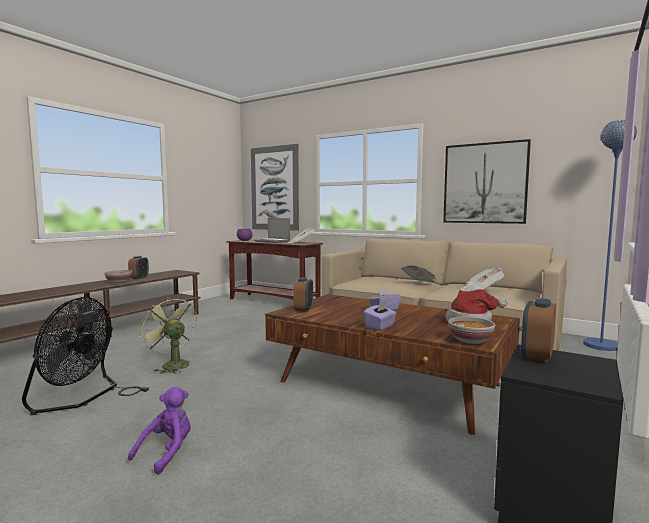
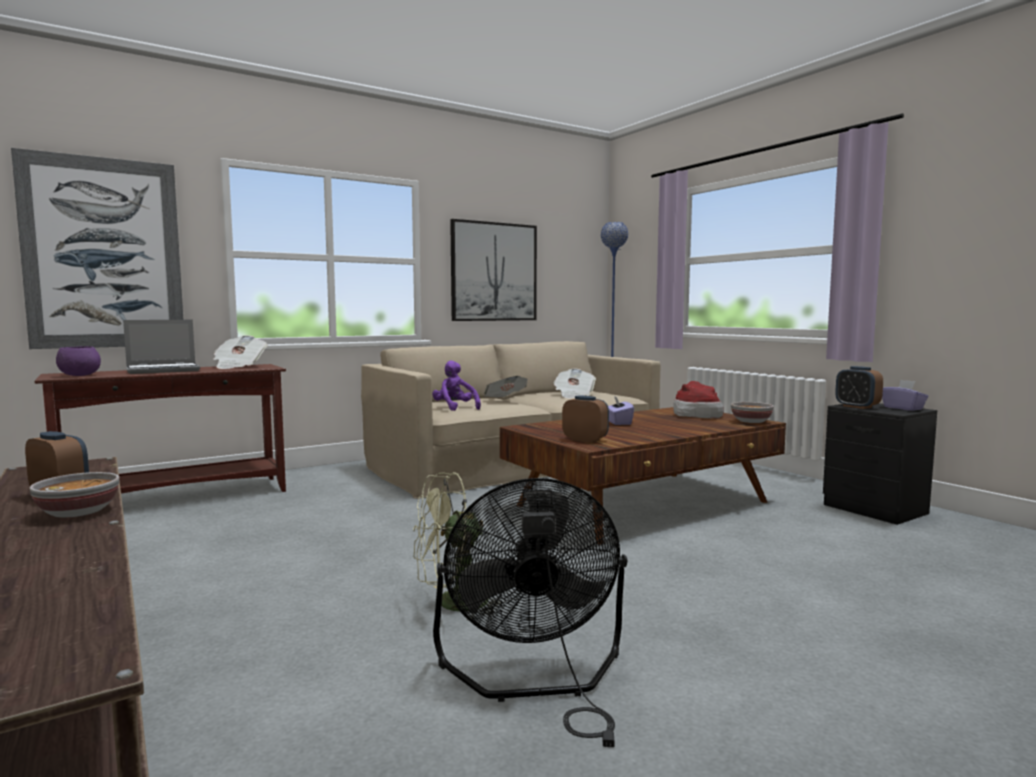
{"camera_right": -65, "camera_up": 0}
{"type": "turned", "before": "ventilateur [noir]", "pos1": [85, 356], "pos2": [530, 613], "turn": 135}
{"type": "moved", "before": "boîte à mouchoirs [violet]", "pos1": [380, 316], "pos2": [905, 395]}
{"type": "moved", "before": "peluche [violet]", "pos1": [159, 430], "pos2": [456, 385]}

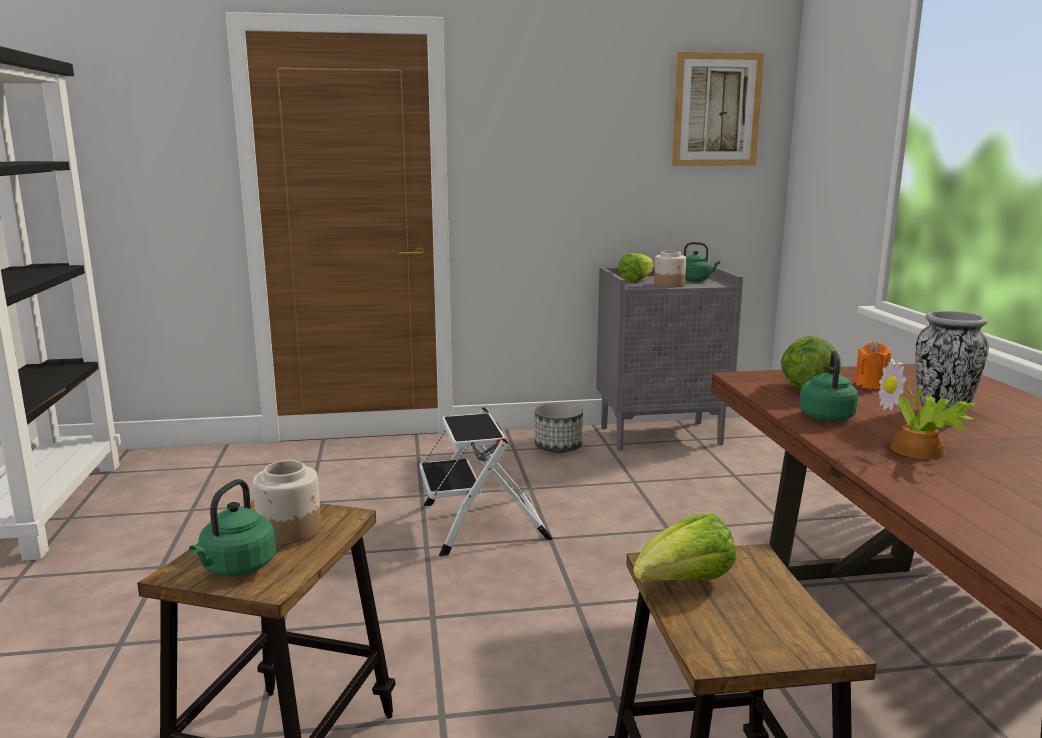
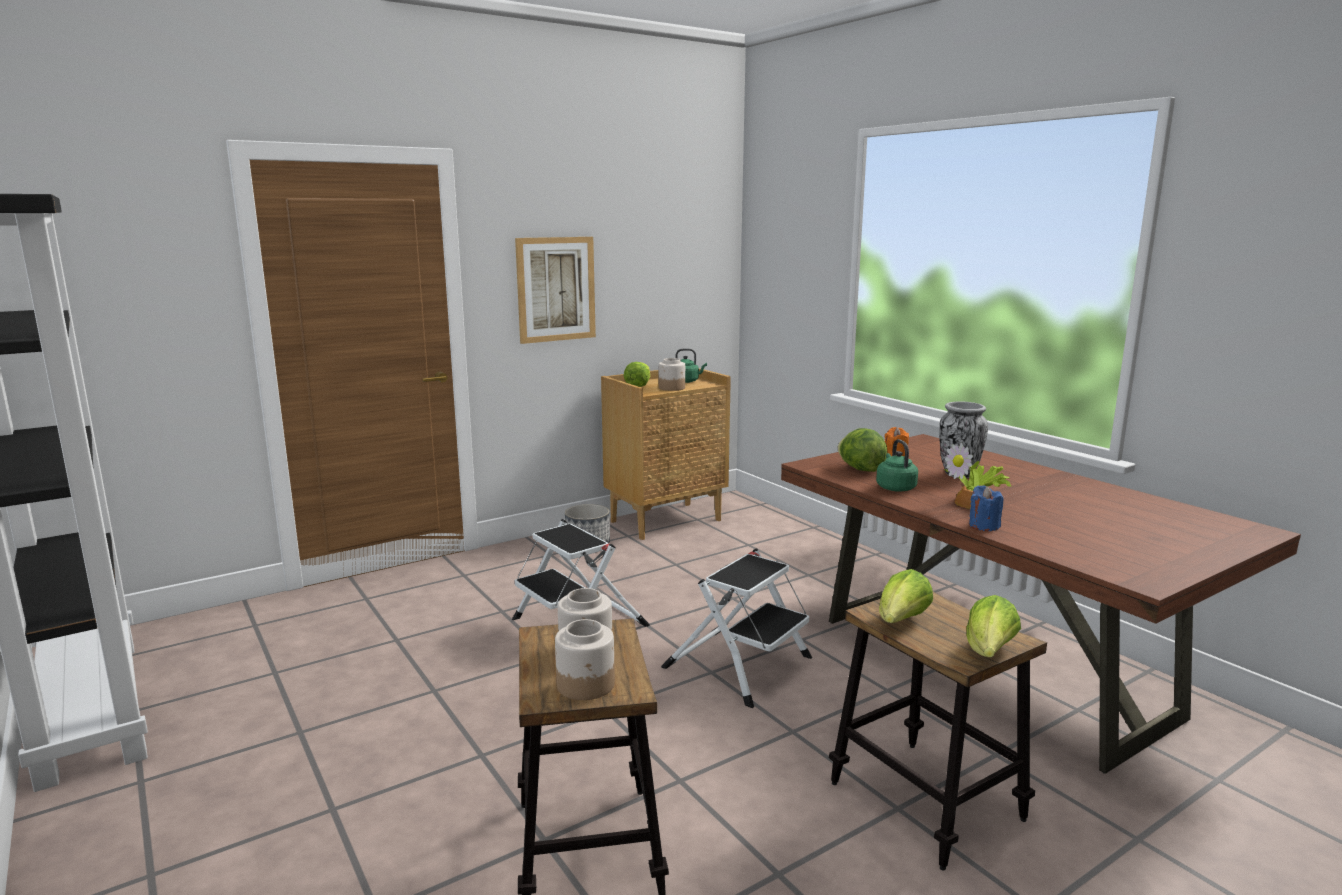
{"camera_right": -25, "camera_up": 0}
{"type": "moved", "before": "tableau", "pos1": [718, 109], "pos2": [555, 290]}
{"type": "recoloured", "before": "meuble de rangement [gris]", "after": "meuble de rangement [marron]", "pos1": [669, 358], "pos2": [666, 454]}
{"type": "replaced", "before": "bouilloire [vert]", "after": "bocal", "pos1": [232, 528], "pos2": [585, 659]}
{"type": "added", "after": "bougie [bleu]", "pos2": [986, 508]}
{"type": "added", "after": "escabeau", "pos2": [736, 628]}
{"type": "added", "after": "laitue", "pos2": [993, 626]}

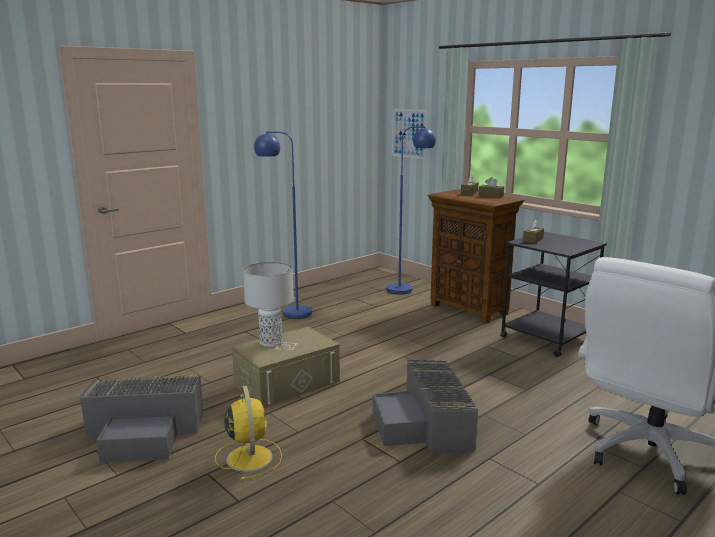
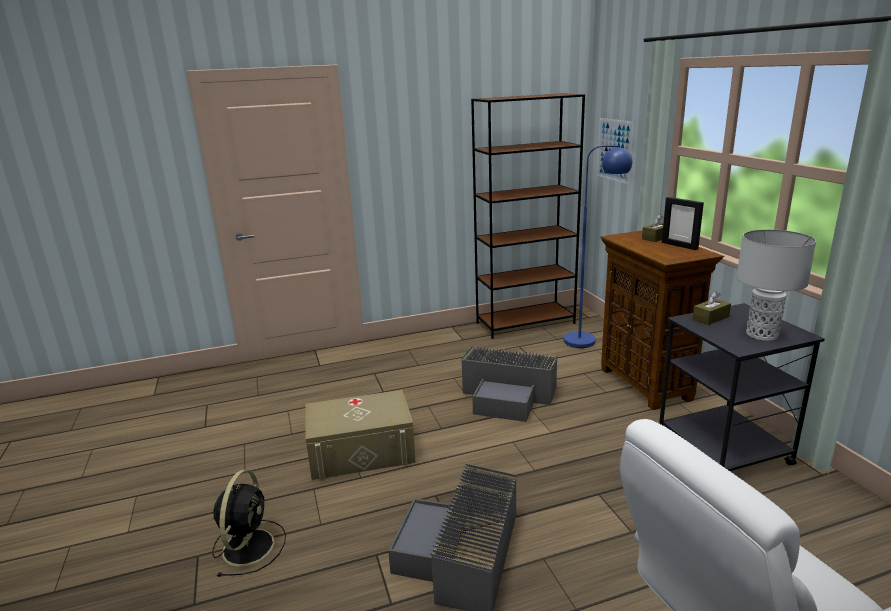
{"camera_right": 25, "camera_up": 5}
{"type": "removed", "before": "lampadaire [bleu]", "pos1": [283, 225]}
{"type": "replaced", "before": "boîte à mouchoirs [marron]", "after": "cadre photo", "pos1": [491, 187], "pos2": [683, 223]}
{"type": "moved", "before": "lampe de table [blanc]", "pos1": [268, 304], "pos2": [776, 285]}
{"type": "moved", "before": "boîte de rangement [gris]", "pos1": [141, 419], "pos2": [509, 384]}
{"type": "recoloured", "before": "ventilateur [jaune]", "after": "ventilateur [noir]", "pos1": [248, 433], "pos2": [249, 523]}
{"type": "added", "after": "bibliothèque [marron]", "pos2": [528, 216]}

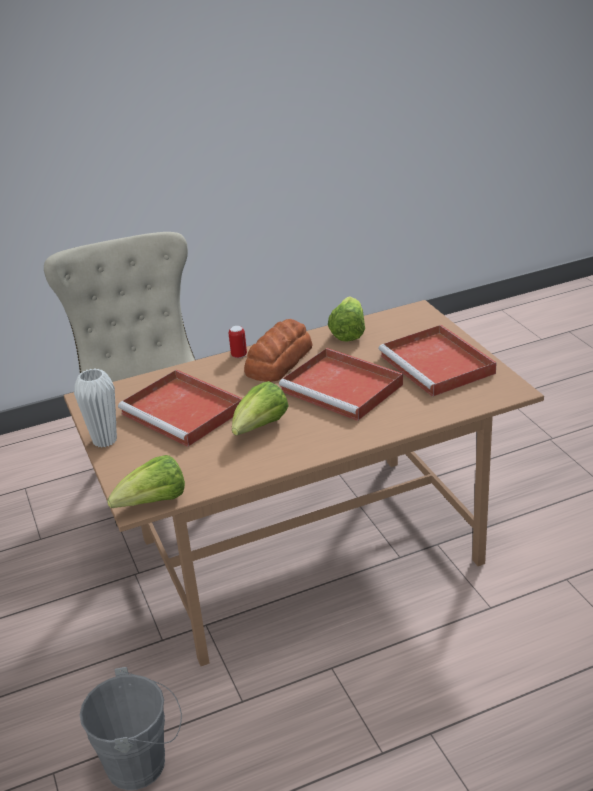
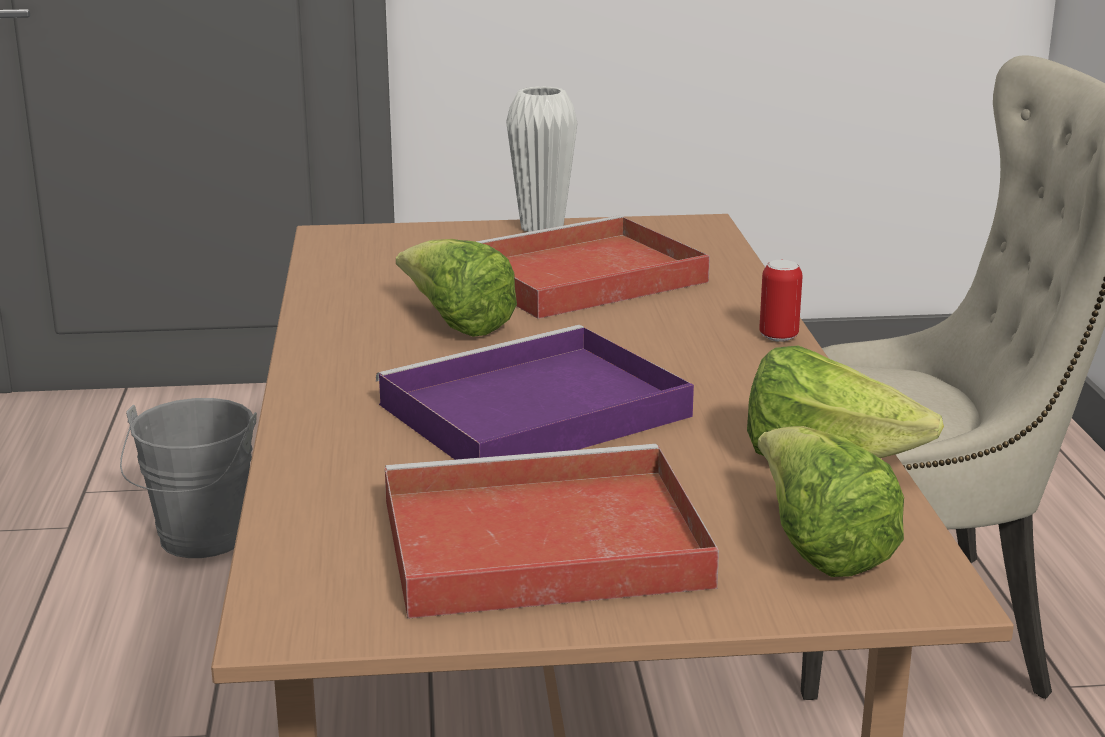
{"camera_right": 105, "camera_up": -10}
{"type": "removed", "before": "pain", "pos1": [278, 350]}
{"type": "recoloured", "before": "plateau [rouge]", "after": "plateau [violet]", "pos1": [341, 384], "pos2": [535, 392]}
{"type": "moved", "before": "laitue", "pos1": [146, 481], "pos2": [831, 501]}

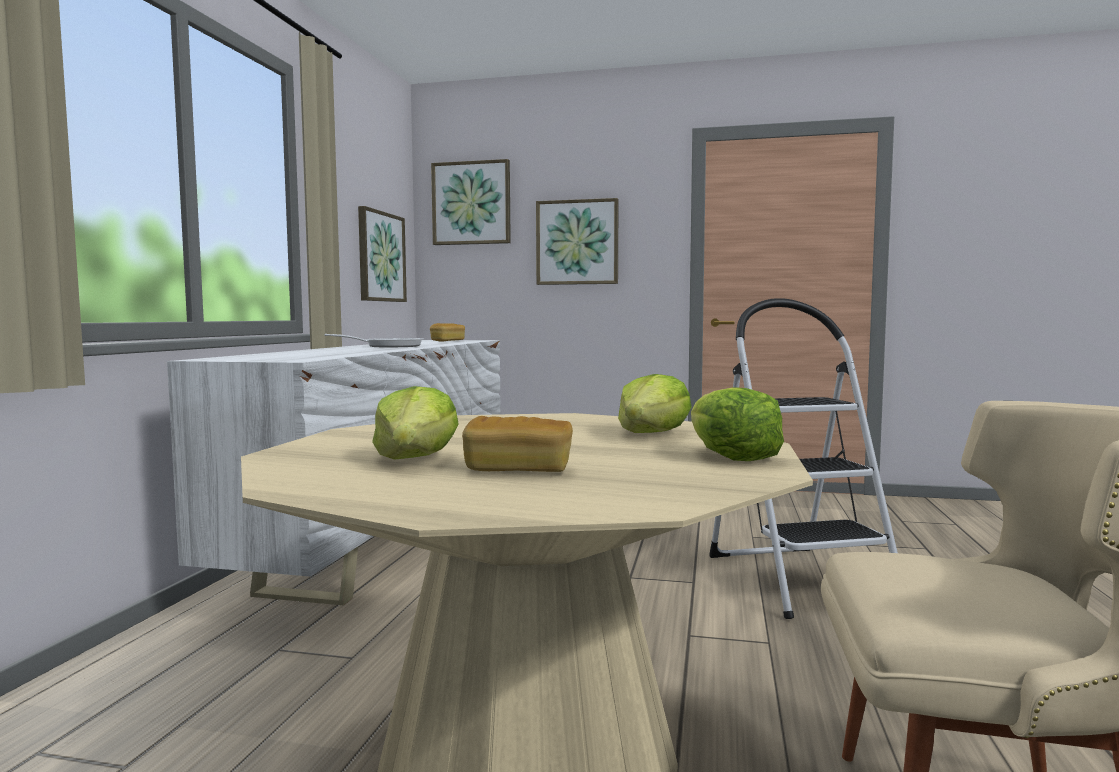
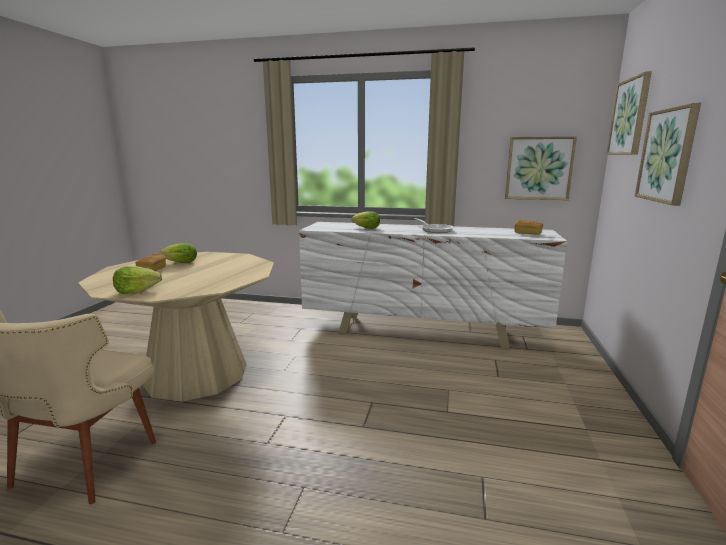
{"camera_right": 90, "camera_up": 10}
{"type": "removed", "before": "escabeau", "pos1": [803, 458]}
{"type": "moved", "before": "laitue", "pos1": [655, 403], "pos2": [365, 220]}

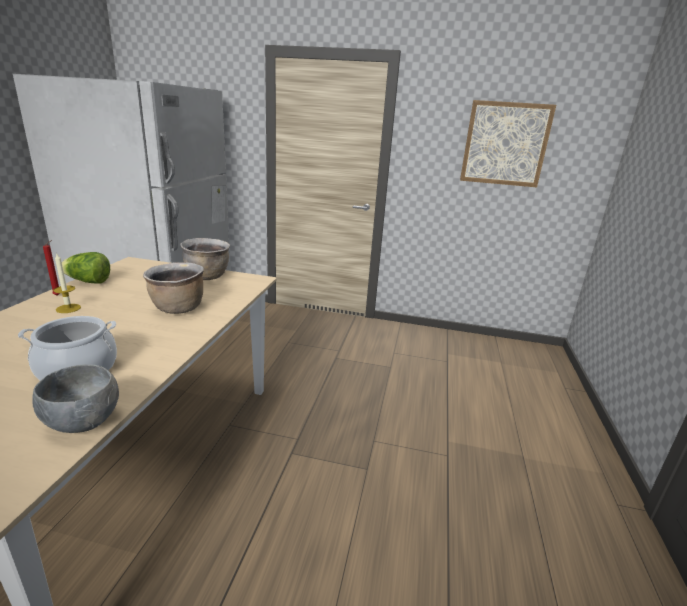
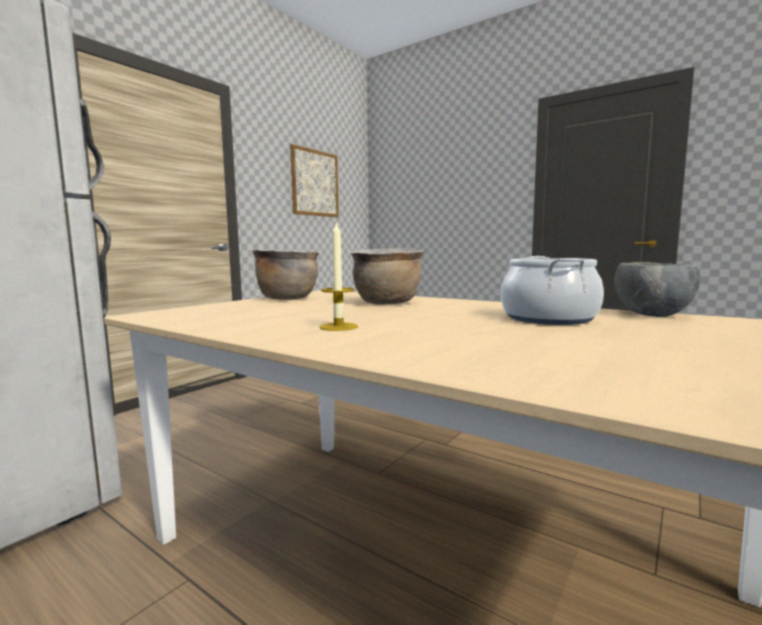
{"camera_right": -65, "camera_up": -15}
{"type": "removed", "before": "bougie [rouge]", "pos1": [51, 268]}
{"type": "removed", "before": "laitue", "pos1": [86, 268]}

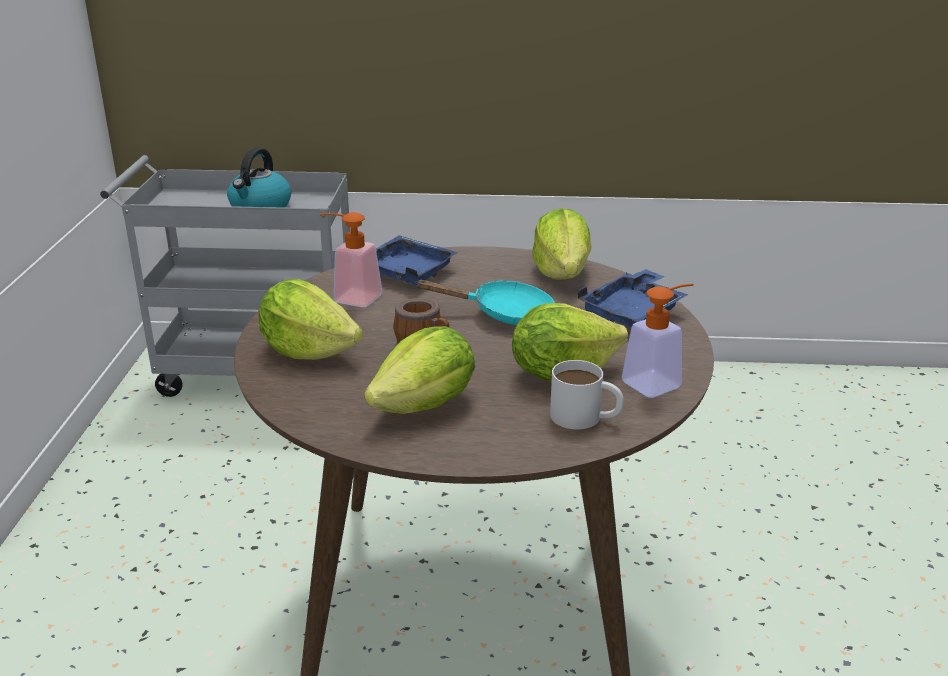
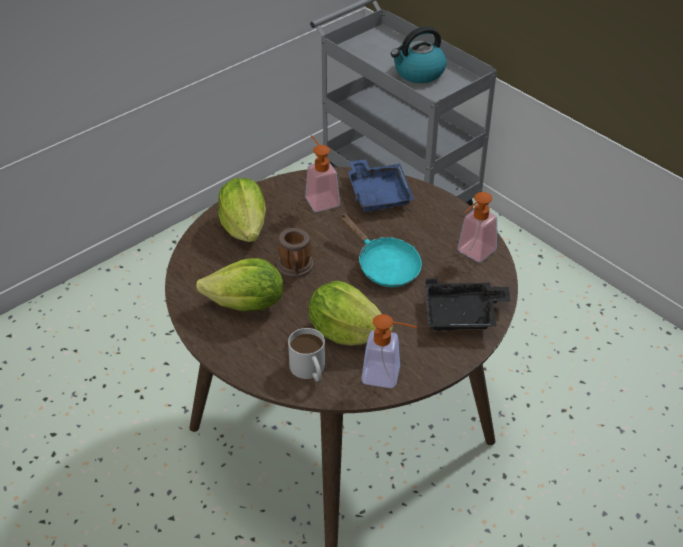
{"camera_right": 45, "camera_up": 15}
{"type": "replaced", "before": "laitue", "after": "distributeur de savon", "pos1": [561, 243], "pos2": [477, 227]}
{"type": "recoloured", "before": "plateau [bleu]", "after": "plateau [noir]", "pos1": [632, 298], "pos2": [468, 304]}

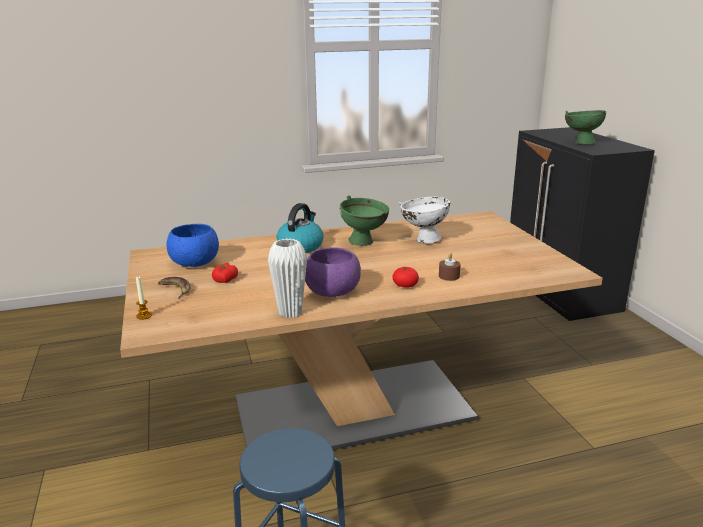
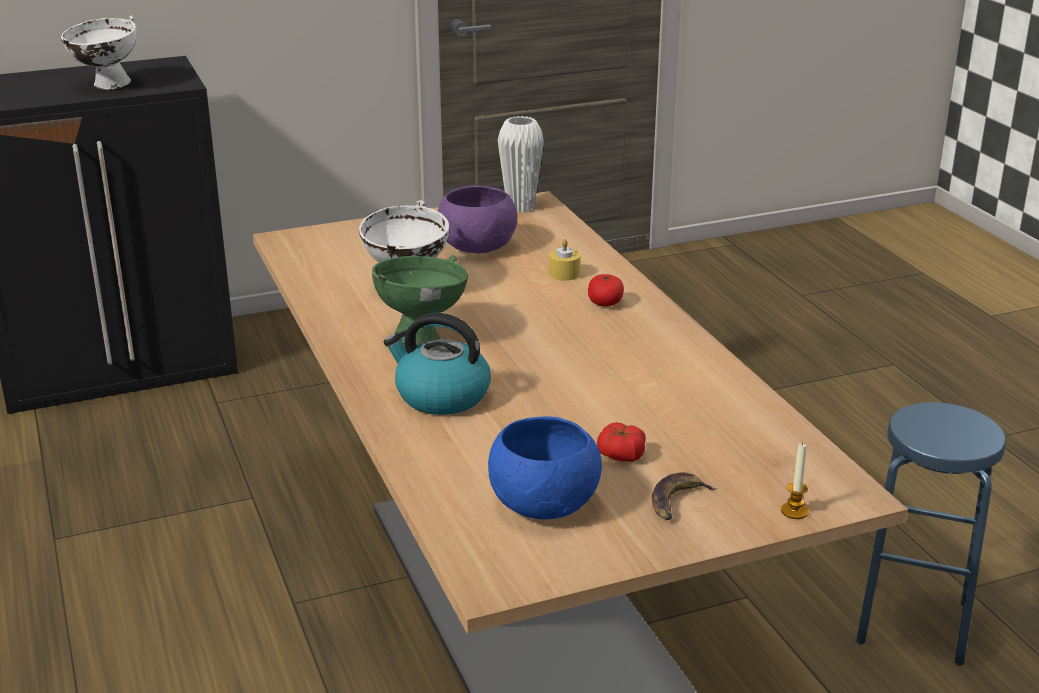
{"camera_right": -95, "camera_up": 5}
{"type": "recoloured", "before": "bol [vert]", "after": "bol [blanc]", "pos1": [585, 127], "pos2": [99, 53]}
{"type": "moved", "before": "vase [blanc]", "pos1": [287, 278], "pos2": [521, 164]}
{"type": "moved", "before": "bol [violet]", "pos1": [333, 272], "pos2": [477, 219]}
{"type": "recoloured", "before": "bougie [marron]", "after": "bougie [jaune]", "pos1": [450, 267], "pos2": [565, 260]}

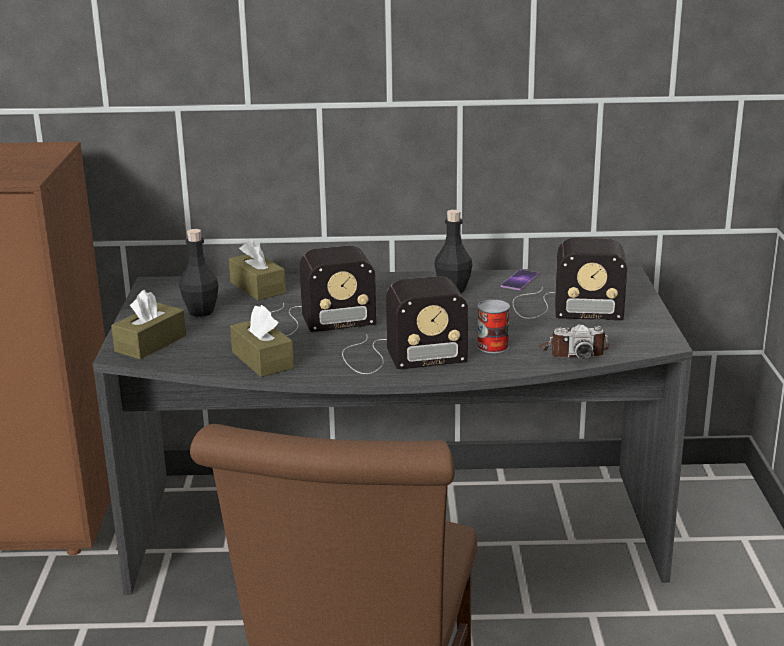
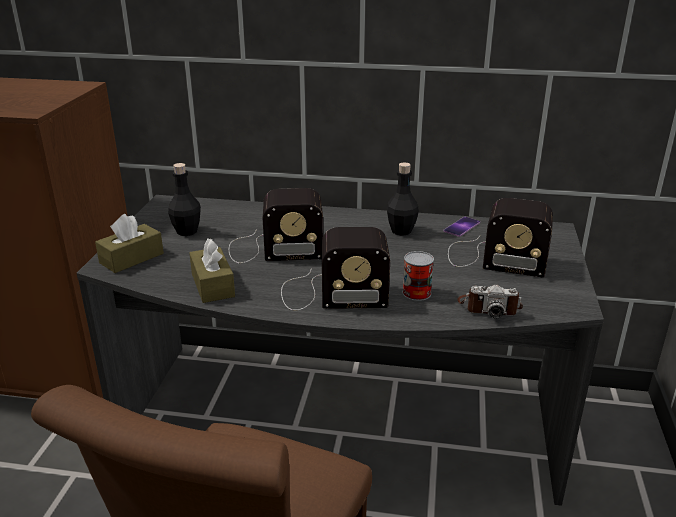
{"camera_right": 10, "camera_up": 5}
{"type": "removed", "before": "boîte à mouchoirs [marron]", "pos1": [257, 270]}

